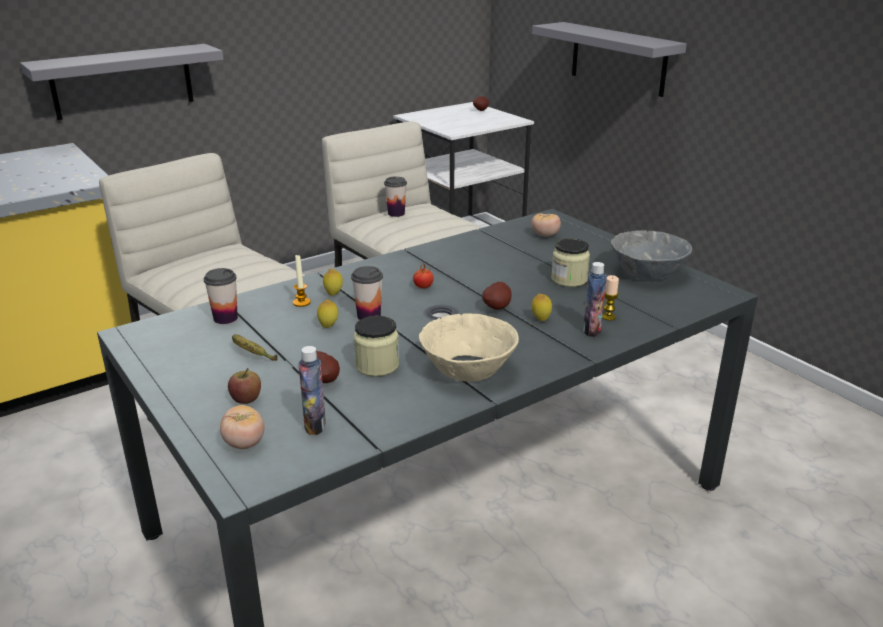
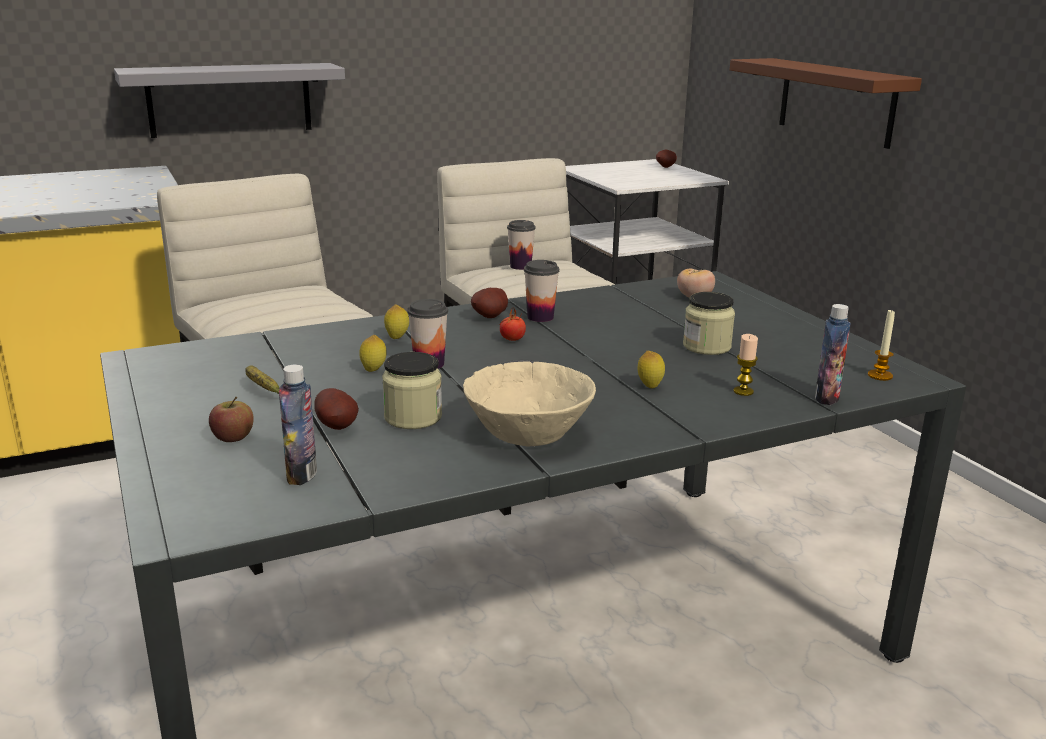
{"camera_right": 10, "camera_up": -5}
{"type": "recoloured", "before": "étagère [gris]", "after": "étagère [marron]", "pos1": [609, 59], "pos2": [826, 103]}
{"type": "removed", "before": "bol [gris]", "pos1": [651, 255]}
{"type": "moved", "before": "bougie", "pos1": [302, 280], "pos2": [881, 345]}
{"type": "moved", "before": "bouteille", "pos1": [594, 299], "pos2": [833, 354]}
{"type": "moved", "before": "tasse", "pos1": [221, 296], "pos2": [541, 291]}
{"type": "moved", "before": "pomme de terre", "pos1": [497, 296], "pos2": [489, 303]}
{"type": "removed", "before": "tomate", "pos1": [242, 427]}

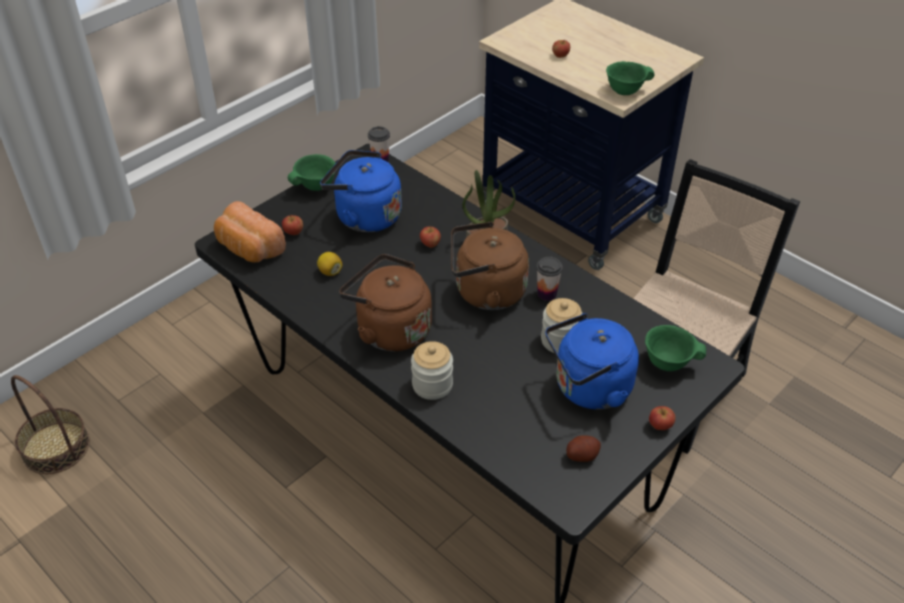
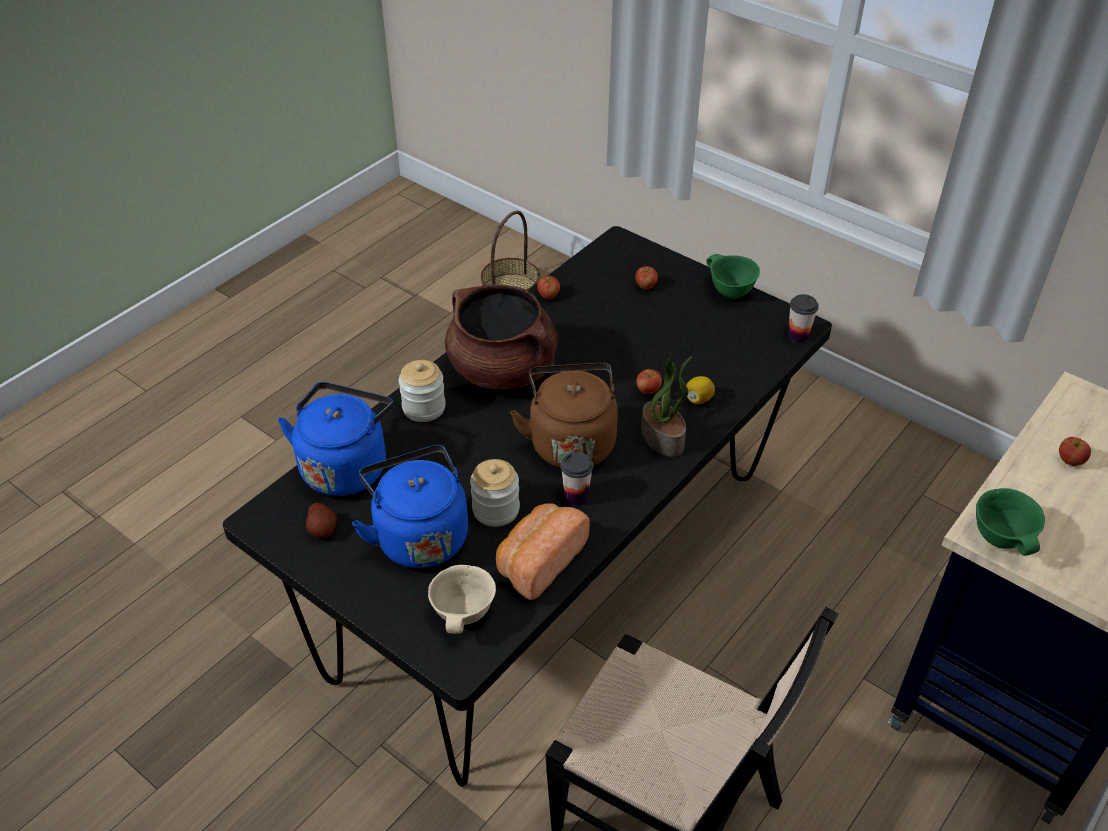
{"camera_right": 85, "camera_up": 0}
{"type": "moved", "before": "bouilloire [bleu]", "pos1": [361, 191], "pos2": [336, 439]}
{"type": "moved", "before": "pain", "pos1": [250, 232], "pos2": [543, 551]}
{"type": "moved", "before": "citron", "pos1": [329, 264], "pos2": [700, 390]}
{"type": "replaced", "before": "bouilloire [marron]", "after": "marmite [marron]", "pos1": [385, 302], "pos2": [501, 337]}
{"type": "recoloured", "before": "bol [vert]", "after": "bol [beige]", "pos1": [675, 348], "pos2": [462, 599]}
{"type": "moved", "before": "pomme", "pos1": [662, 418], "pos2": [548, 287]}

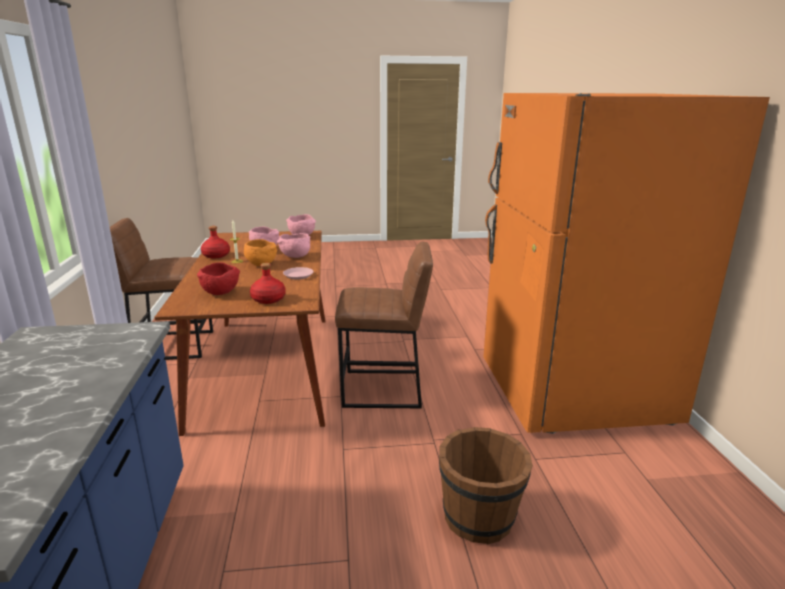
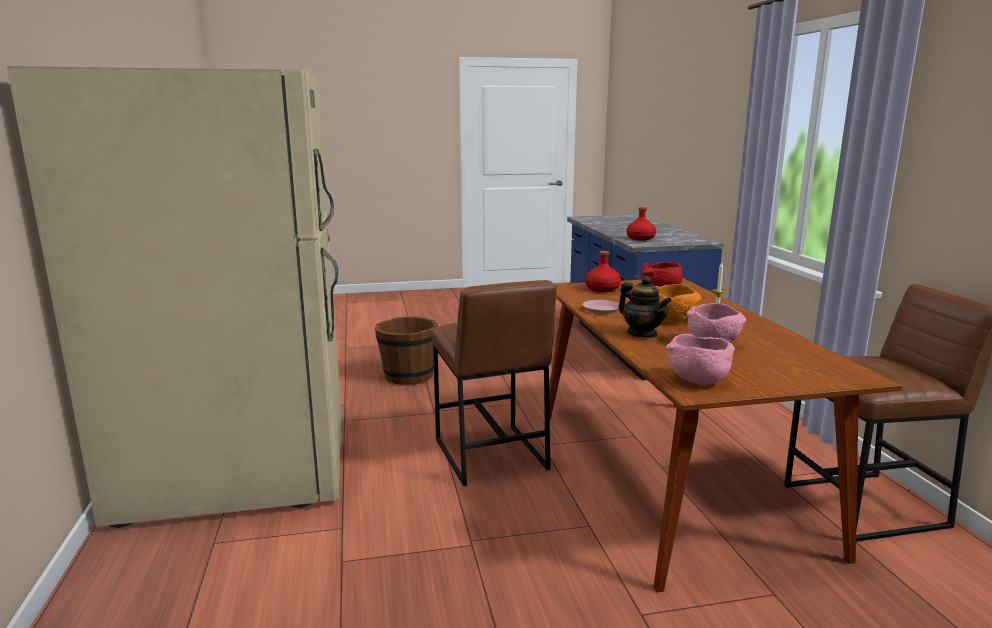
{"camera_right": 175, "camera_up": -5}
{"type": "recoloured", "before": "réfrigérateur [orange]", "after": "réfrigérateur [beige]", "pos1": [626, 263], "pos2": [174, 297]}
{"type": "moved", "before": "bouteille [rouge]", "pos1": [215, 242], "pos2": [641, 224]}
{"type": "replaced", "before": "bol [rose]", "after": "théière", "pos1": [293, 245], "pos2": [645, 307]}
{"type": "turned", "before": "chaise [marron]", "pos1": [384, 324], "pos2": [494, 383], "turn": -105}

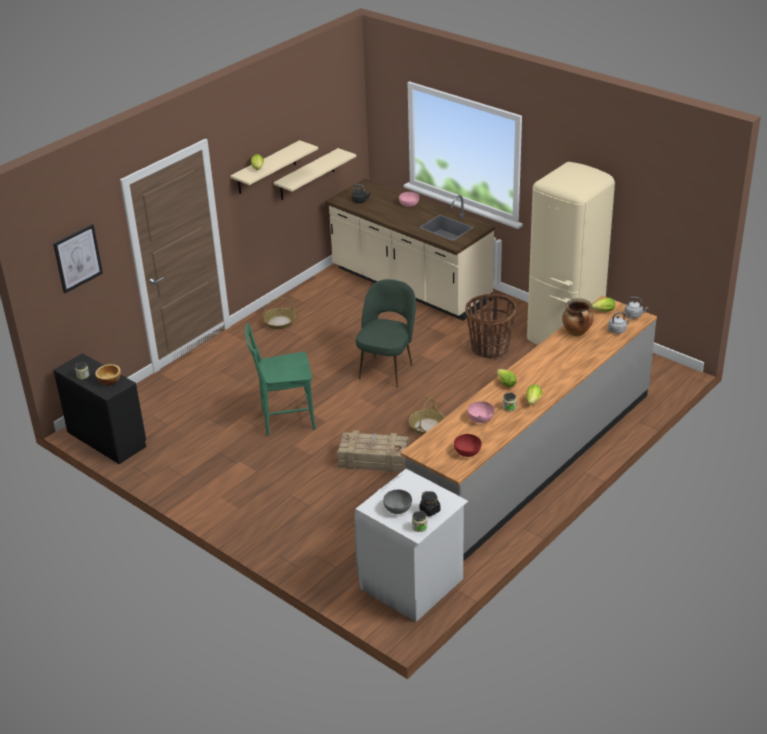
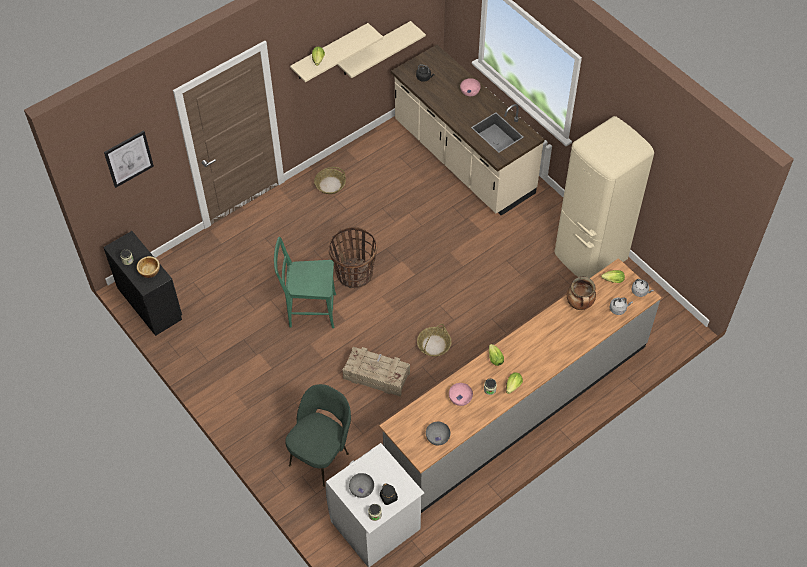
{"camera_right": 10, "camera_up": 20}
{"type": "moved", "before": "chaise [vert]", "pos1": [386, 333], "pos2": [318, 435]}
{"type": "moved", "before": "panier", "pos1": [490, 326], "pos2": [352, 257]}
{"type": "recoloured", "before": "bol [rouge]", "after": "bol [gris]", "pos1": [467, 445], "pos2": [438, 433]}

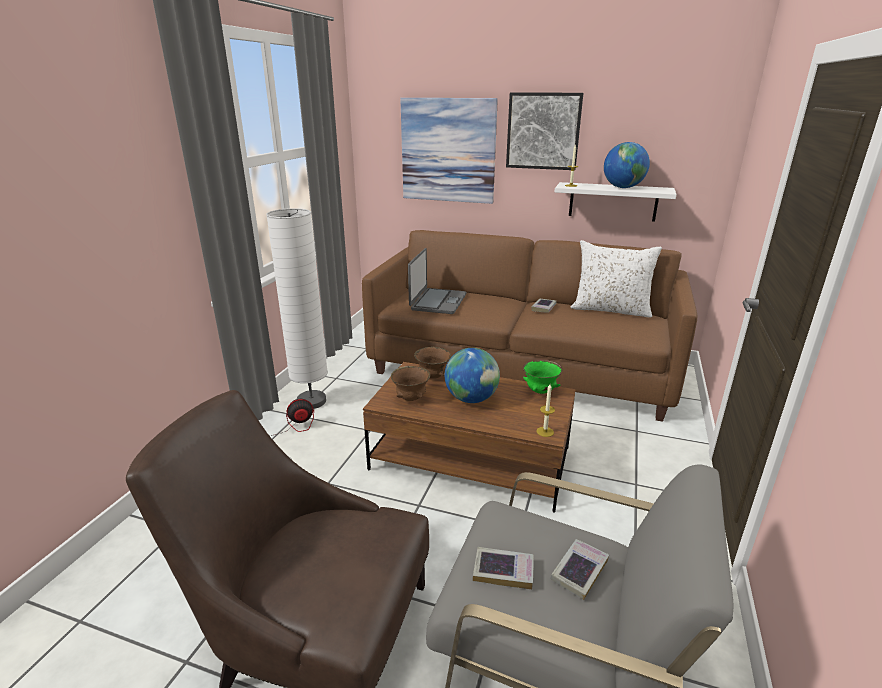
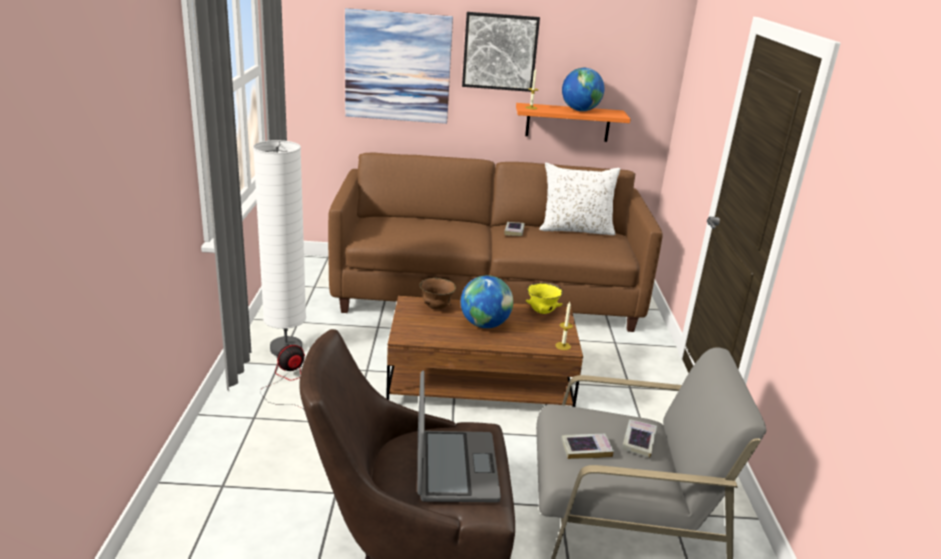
{"camera_right": -20, "camera_up": 0}
{"type": "recoloured", "before": "étagère [blanc]", "after": "étagère [orange]", "pos1": [615, 202], "pos2": [573, 122]}
{"type": "moved", "before": "ordinateur portable", "pos1": [437, 281], "pos2": [459, 436]}
{"type": "recoloured", "before": "bol [vert]", "after": "bol [jaune]", "pos1": [542, 377], "pos2": [544, 298]}
{"type": "removed", "before": "bol [marron]", "pos1": [410, 383]}

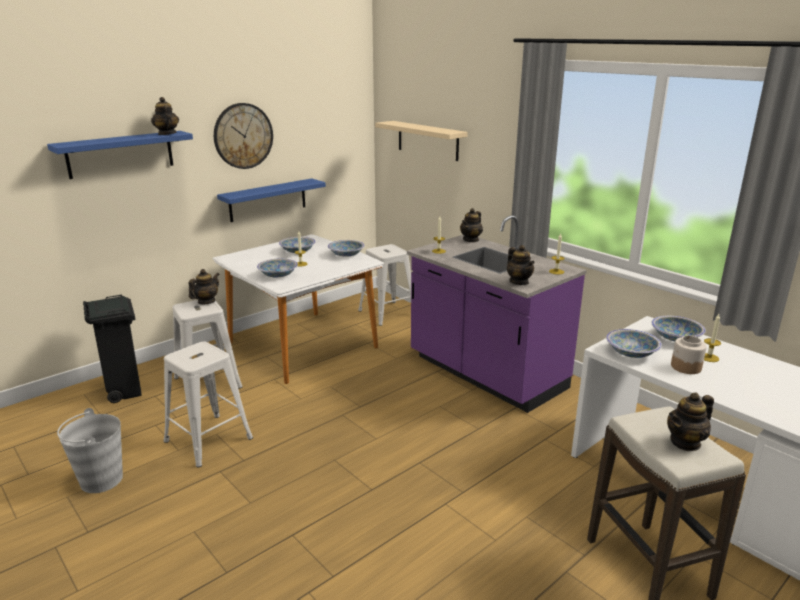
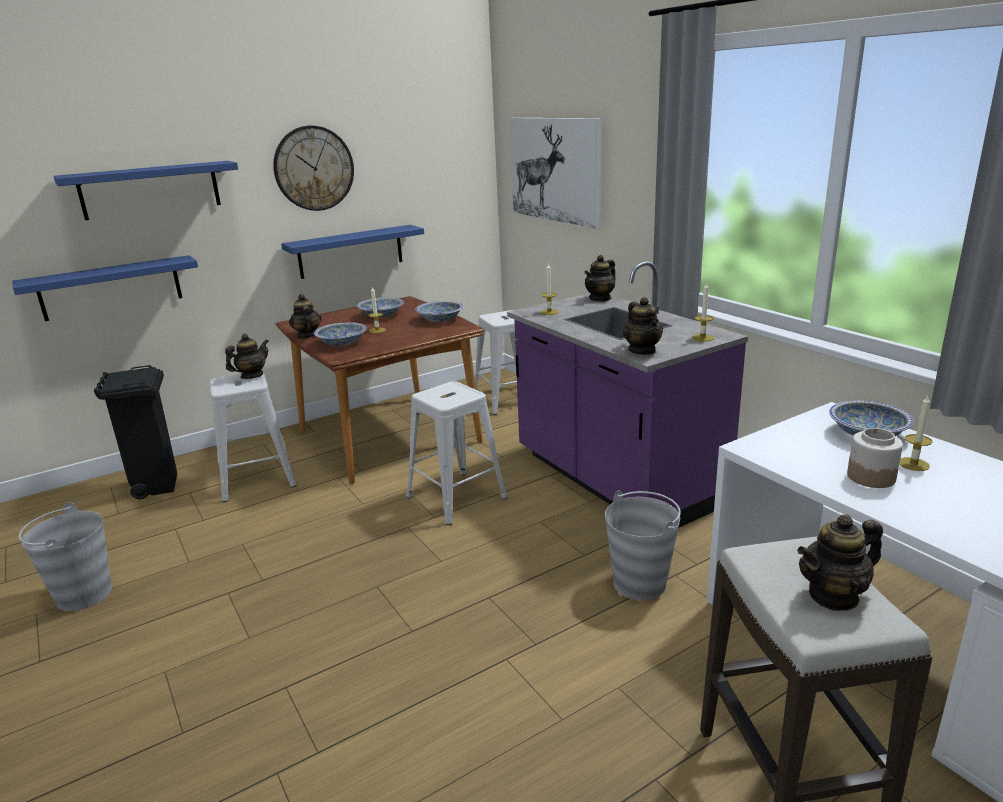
{"camera_right": 10, "camera_up": 0}
{"type": "moved", "before": "théière", "pos1": [165, 116], "pos2": [305, 316]}
{"type": "replaced", "before": "étagère [beige]", "after": "tableau", "pos1": [421, 141], "pos2": [556, 173]}
{"type": "recoloured", "before": "table à manger [blanc]", "after": "table à manger [marron]", "pos1": [298, 309], "pos2": [380, 390]}
{"type": "removed", "before": "bol", "pos1": [634, 343]}
{"type": "moved", "before": "tabouret [blanc]", "pos1": [208, 404], "pos2": [457, 453]}
{"type": "added", "after": "étagère [bleu]", "pos2": [105, 288]}
{"type": "added", "after": "seau [gris]", "pos2": [643, 545]}

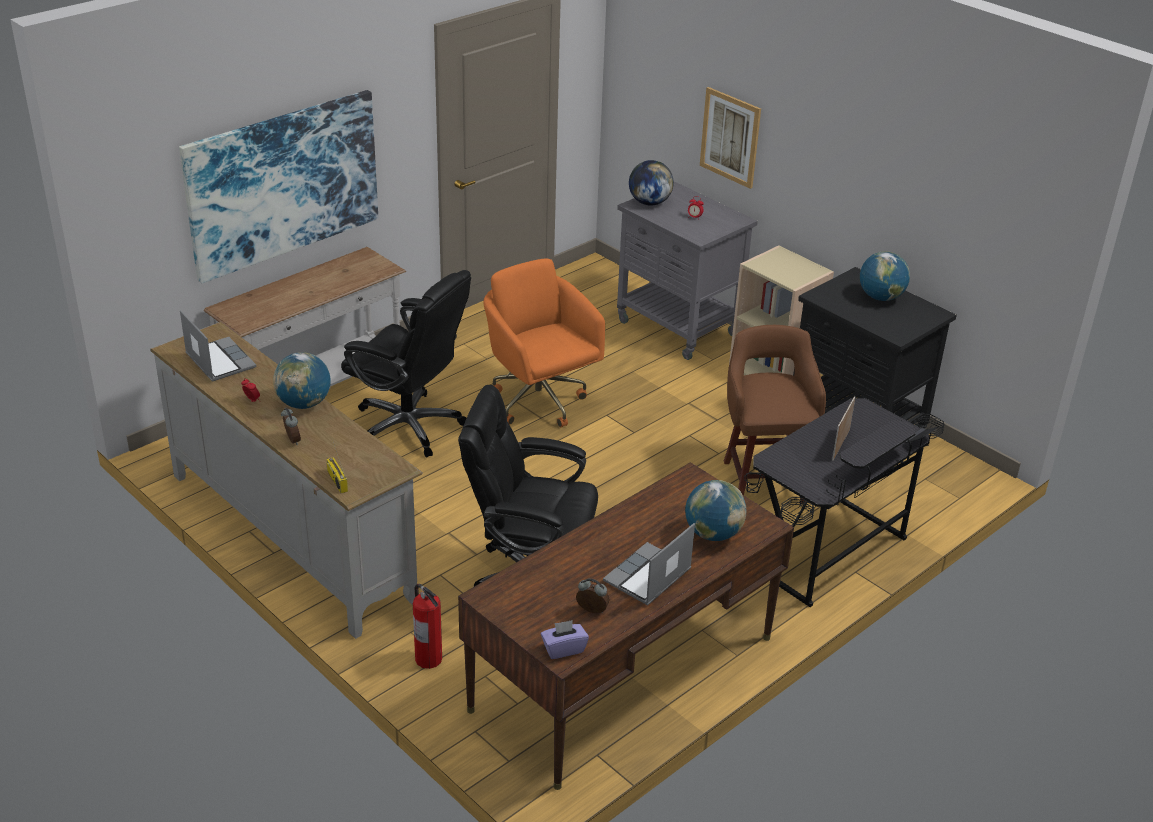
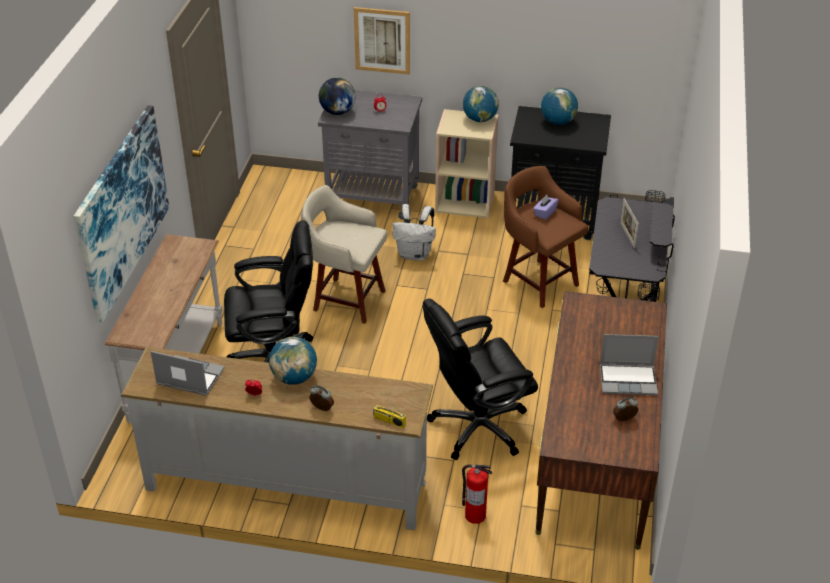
{"camera_right": -35, "camera_up": 5}
{"type": "replaced", "before": "chaise de bureau [orange]", "after": "tabouret [beige]", "pos1": [544, 343], "pos2": [344, 254]}
{"type": "moved", "before": "globe", "pos1": [715, 510], "pos2": [481, 104]}
{"type": "turned", "before": "ordinateur portable", "pos1": [649, 564], "pos2": [629, 364], "turn": -90}
{"type": "moved", "before": "boîte à mouchoirs [violet]", "pos1": [565, 639], "pos2": [546, 207]}
{"type": "added", "after": "sac à dos [blanc]", "pos2": [414, 232]}

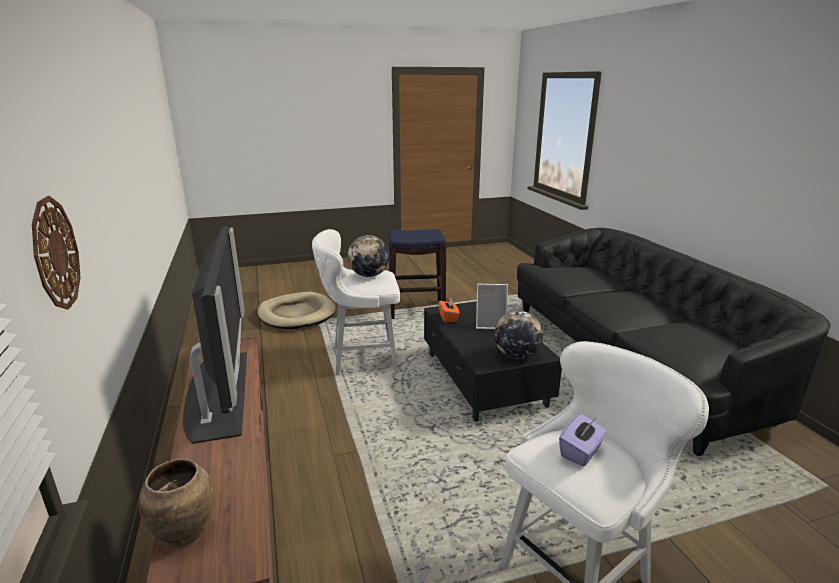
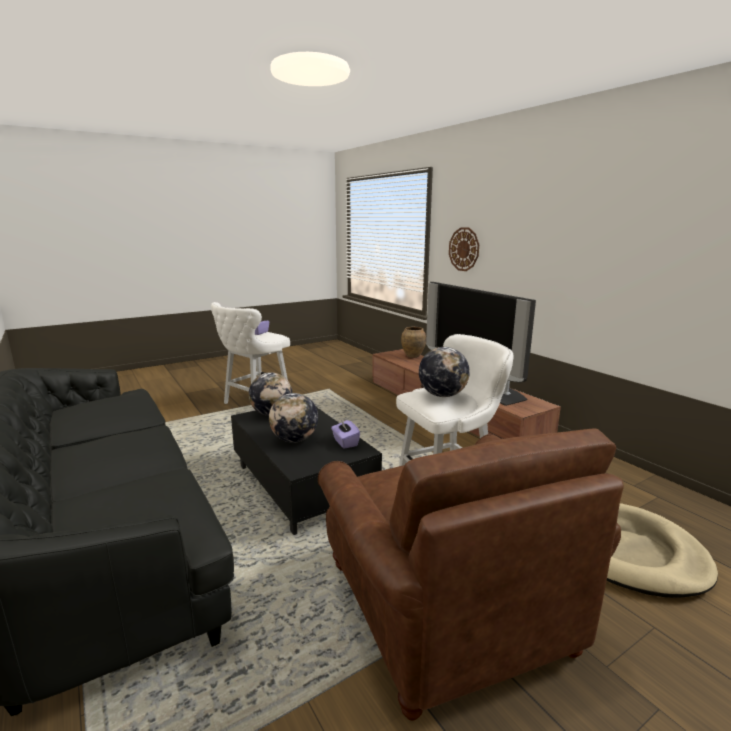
{"camera_right": 165, "camera_up": -5}
{"type": "replaced", "before": "tabouret", "after": "fauteuil [marron]", "pos1": [417, 274], "pos2": [471, 575]}
{"type": "replaced", "before": "cadre photo", "after": "globe", "pos1": [492, 306], "pos2": [293, 418]}
{"type": "recoloured", "before": "boîte à mouchoirs [orange]", "after": "boîte à mouchoirs [violet]", "pos1": [449, 311], "pos2": [345, 434]}

